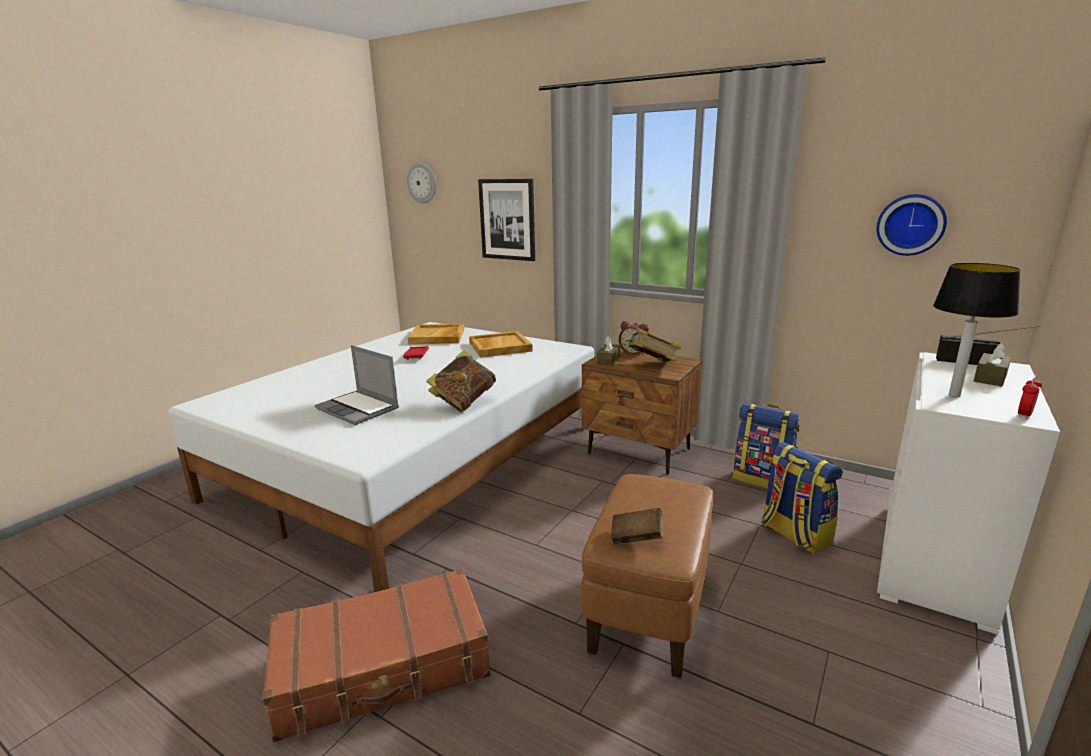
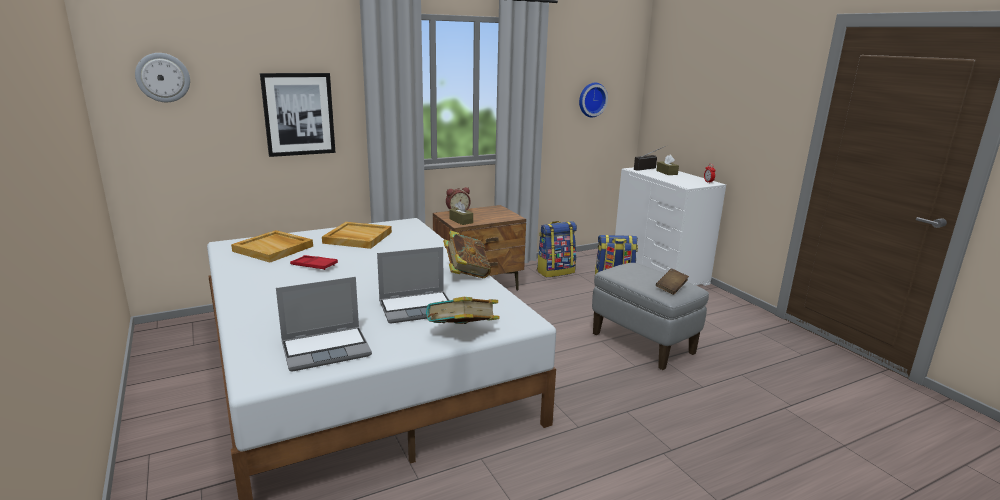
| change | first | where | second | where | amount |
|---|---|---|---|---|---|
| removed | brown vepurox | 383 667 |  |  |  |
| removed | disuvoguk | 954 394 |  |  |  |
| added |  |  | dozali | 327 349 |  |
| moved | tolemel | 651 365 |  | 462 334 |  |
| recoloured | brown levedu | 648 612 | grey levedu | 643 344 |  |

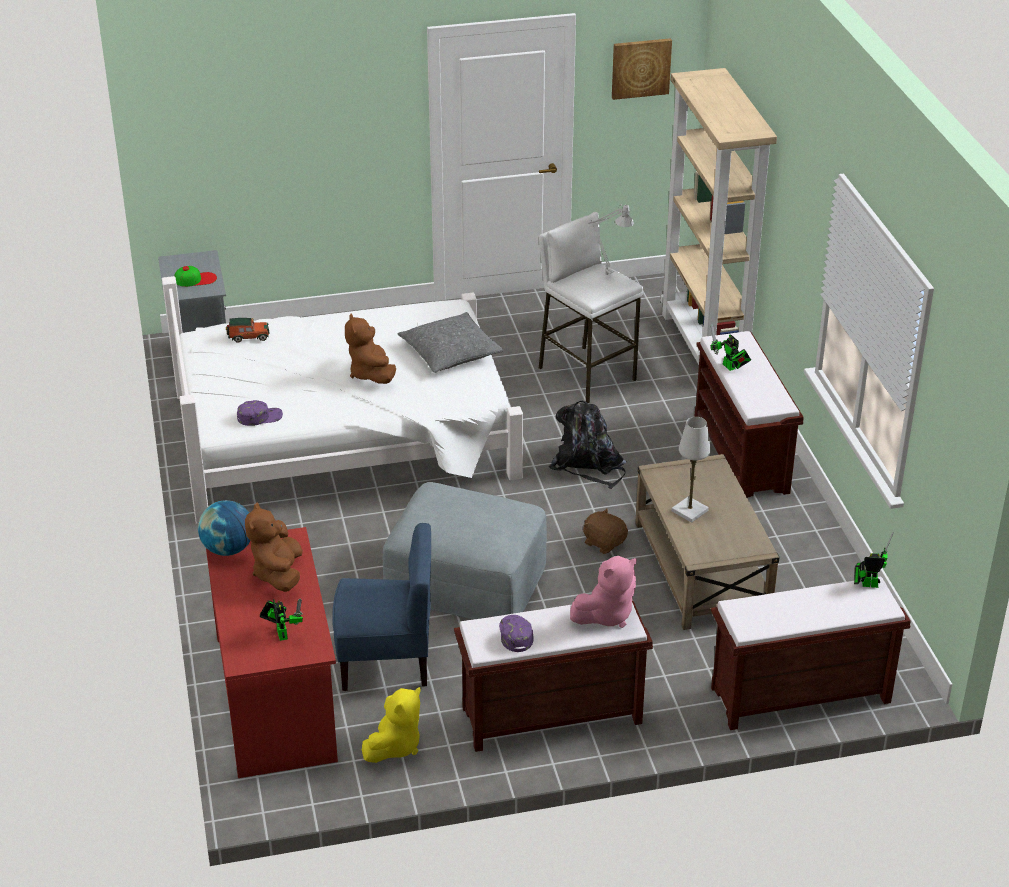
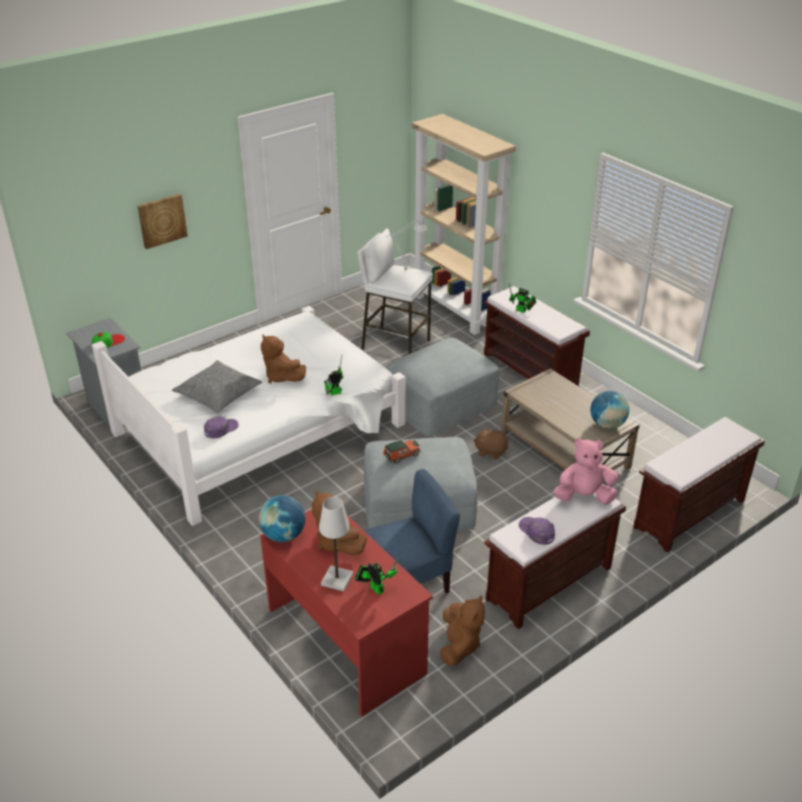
| change | first | where | second | where | amount |
|---|---|---|---|---|---|
| added |  |  | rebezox | 607 424 |  |
| moved | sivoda | 248 336 |  | 401 456 |  |
| moved | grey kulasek | 450 352 |  | 218 394 |  |
| moved | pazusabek | 640 68 |  | 162 220 |  |
| moved | white disuvoguk | 689 511 |  | 337 579 |  |
| moved | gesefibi | 867 584 |  | 333 393 |  |
| replaced | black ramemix | 588 464 | grey levedu | 441 403 |  |
| recoloured | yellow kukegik | 395 745 | brown kukegik | 459 645 |  |
| turned | pink kukegik | 606 614 |  | 584 496 | 120 degrees counterclockwise |

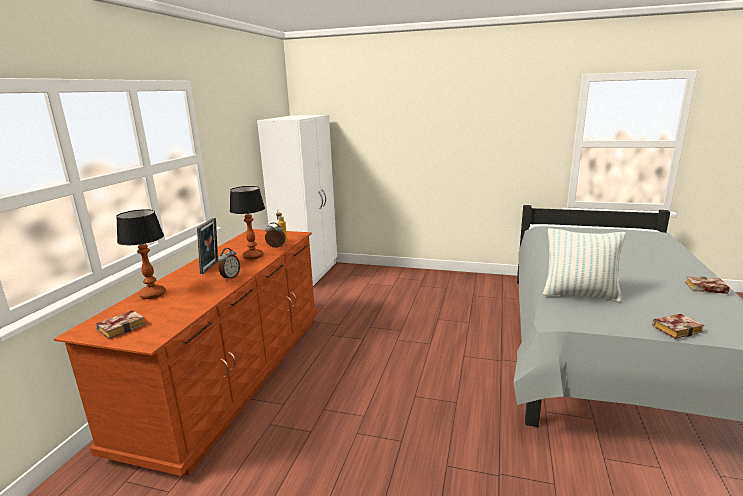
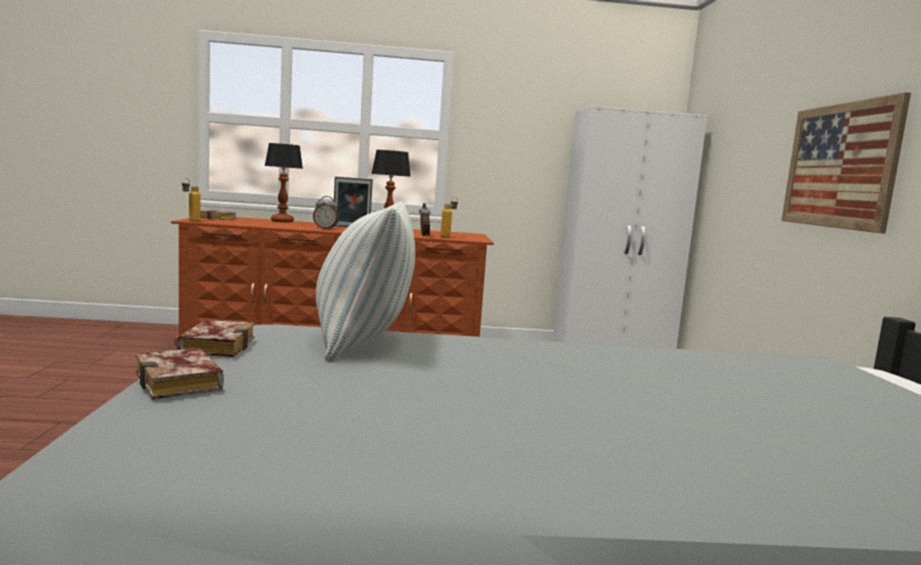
| change | first | where | second | where | amount |
|---|---|---|---|---|---|
| added |  |  | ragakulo | 190 221 |  |
| added |  |  | pazusabek | 839 166 |  |
| moved | tolemel | 704 288 |  | 216 345 |  |

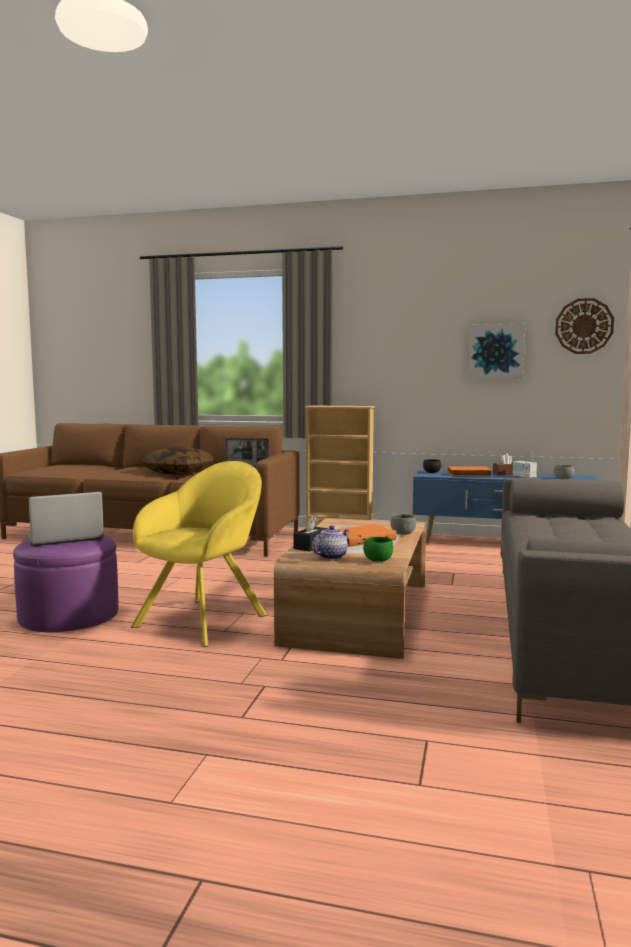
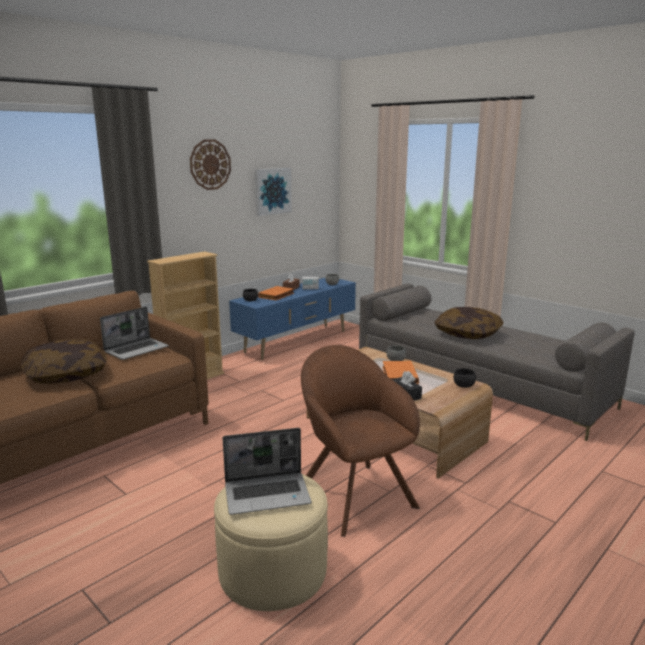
| change | first | where | second | where | amount |
|---|---|---|---|---|---|
| removed | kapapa | 331 556 |  |  |  |
| added |  |  | kulasek | 468 333 |  |
| moved | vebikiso | 584 326 |  | 210 164 |  |
| recoloured | purple levedu | 69 615 | beige levedu | 273 570 |  |
| recoloured | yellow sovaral | 205 619 | brown sovaral | 353 493 |  |
| recoloured | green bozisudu | 378 560 | black bozisudu | 463 386 |  |
| turned | dozali | 64 538 |  | 268 494 | 105 degrees counterclockwise |

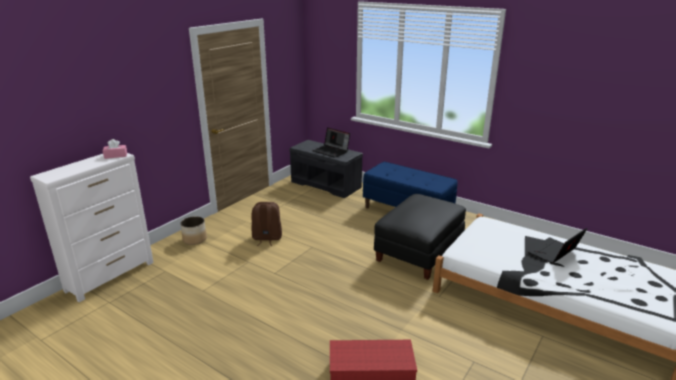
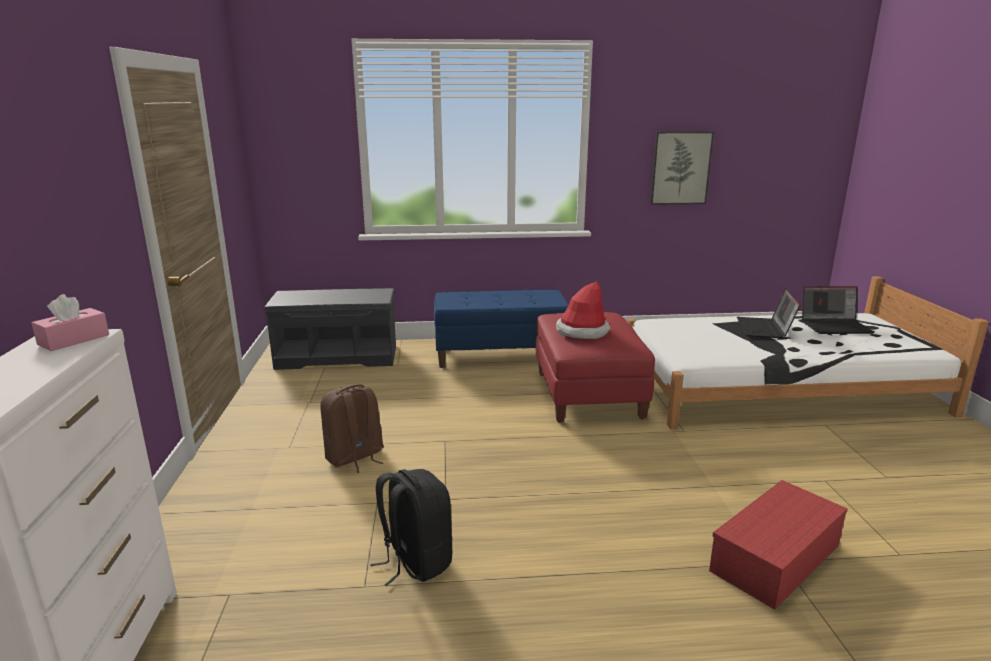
| change | first | where | second | where | amount |
|---|---|---|---|---|---|
| removed | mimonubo | 195 239 |  |  |  |
| added |  |  | black ramemix | 415 561 |  |
| added |  |  | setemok | 582 331 |  |
| added |  |  | pazusabek | 680 168 |  |
| moved | dozali | 331 151 |  | 835 326 |  |
| recoloured | black levedu | 419 253 | red levedu | 588 395 |  |

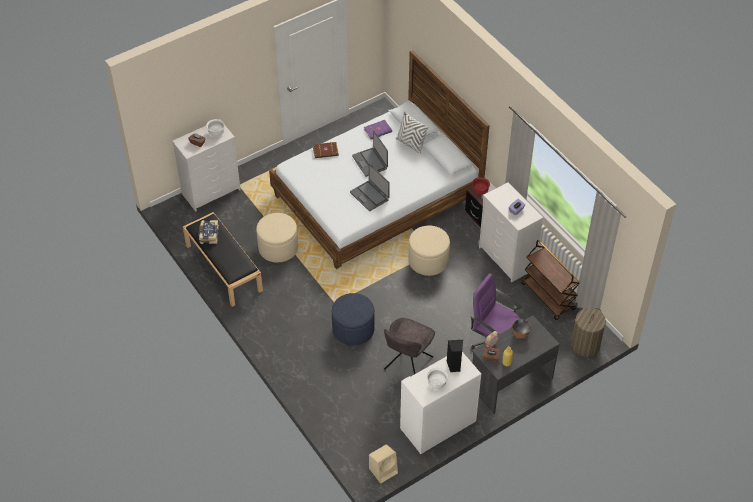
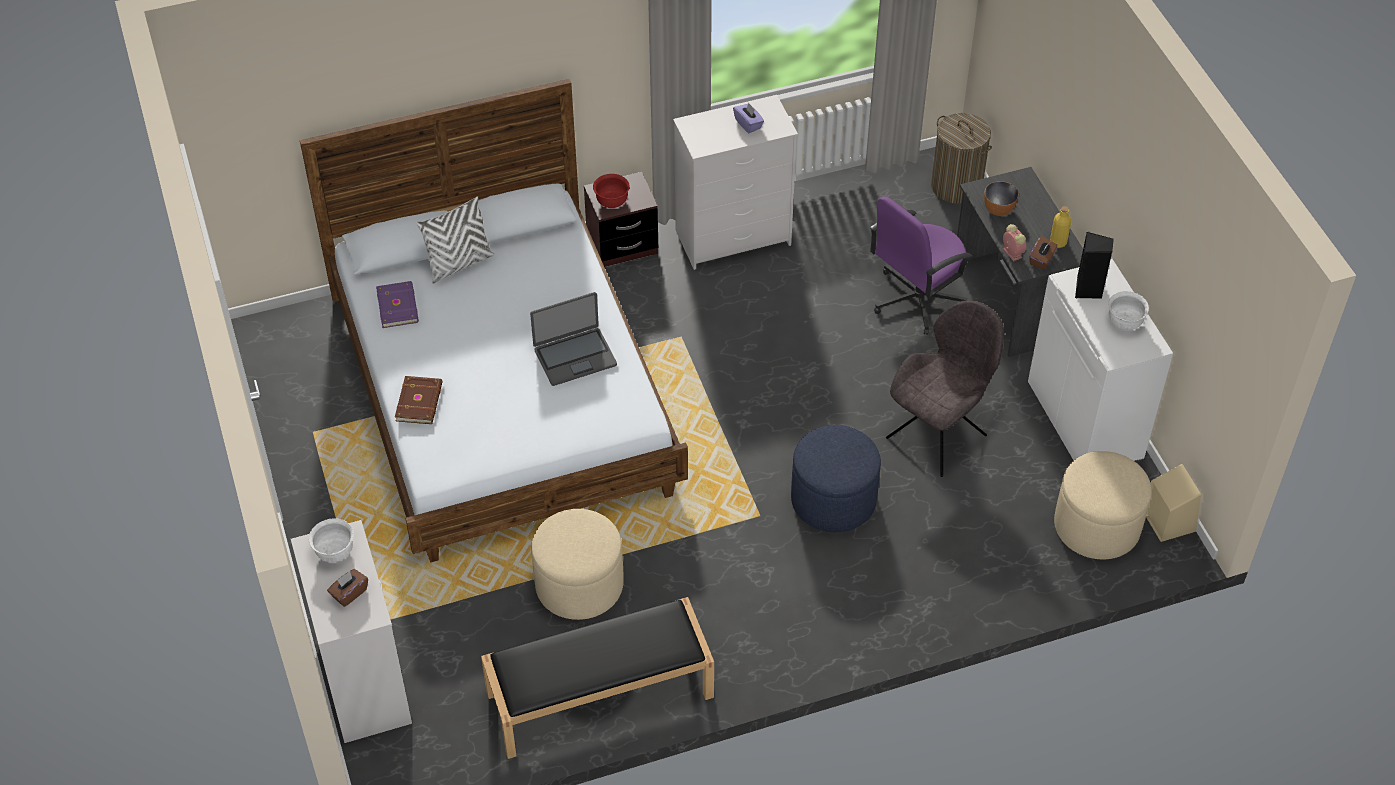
| change | first | where | second | where | amount |
|---|---|---|---|---|---|
| removed | tolemel | 208 235 |  |  |  |
| removed | dozali | 370 162 |  |  |  |
| removed | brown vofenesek | 548 297 |  |  |  |
| moved | beige levedu | 428 261 |  | 1096 526 |  |
| turned | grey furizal | 407 364 |  | 939 434 | 90 degrees counterclockwise |

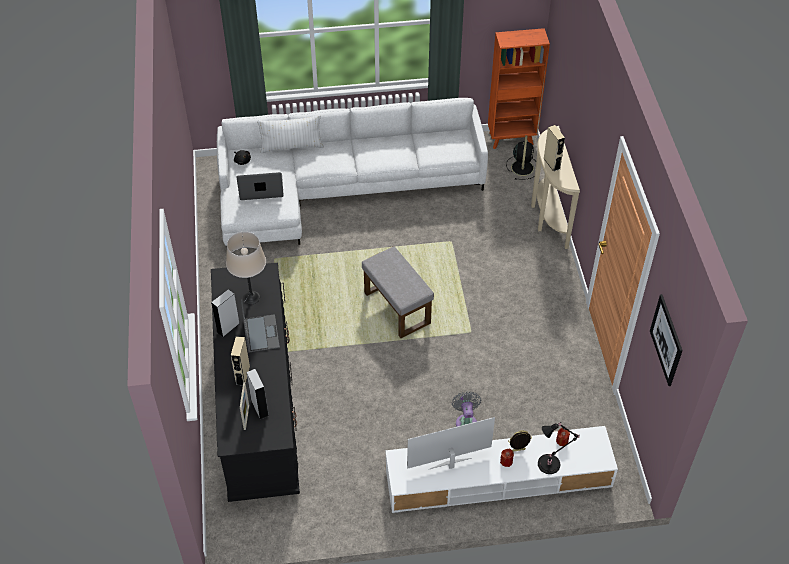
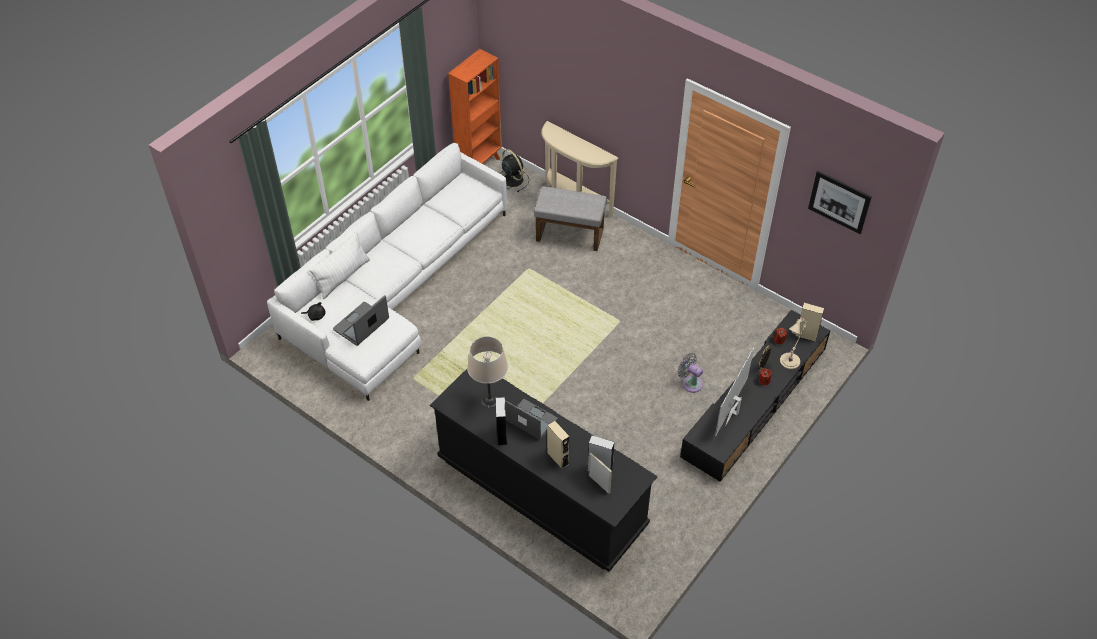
| change | first | where | second | where | amount |
|---|---|---|---|---|---|
| moved | grey levedu | 398 308 |  | 570 234 |  |
| moved | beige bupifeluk | 551 163 |  | 805 336 |  |
| recoloured | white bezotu | 497 478 | black bezotu | 754 403 |  |
| recoloured | black disuvoguk | 551 464 | beige disuvoguk | 791 360 |  |

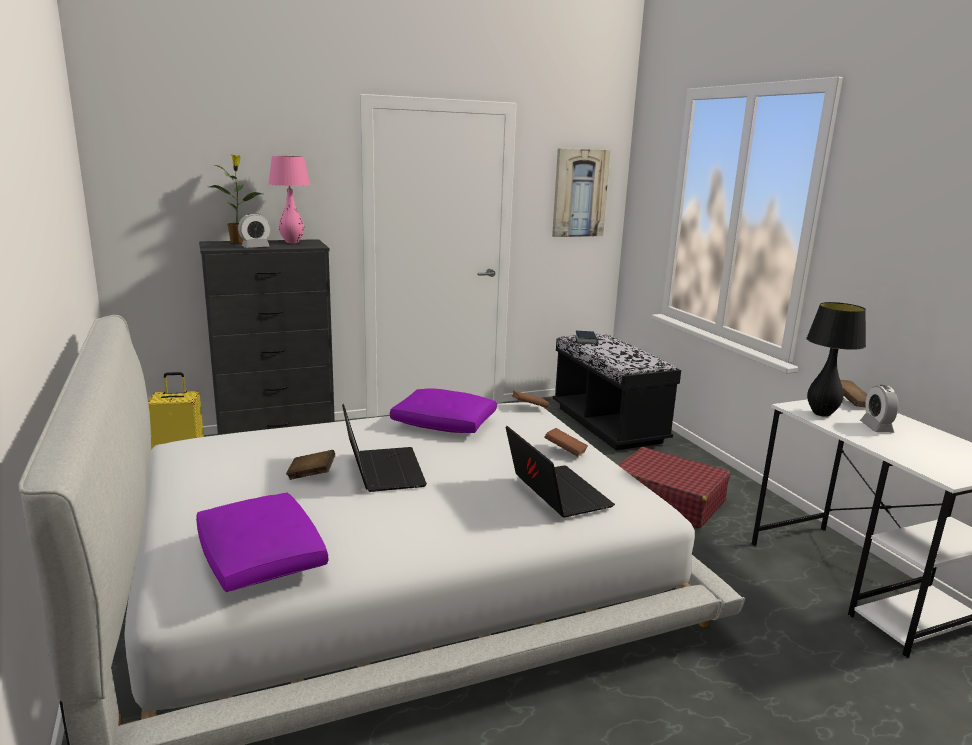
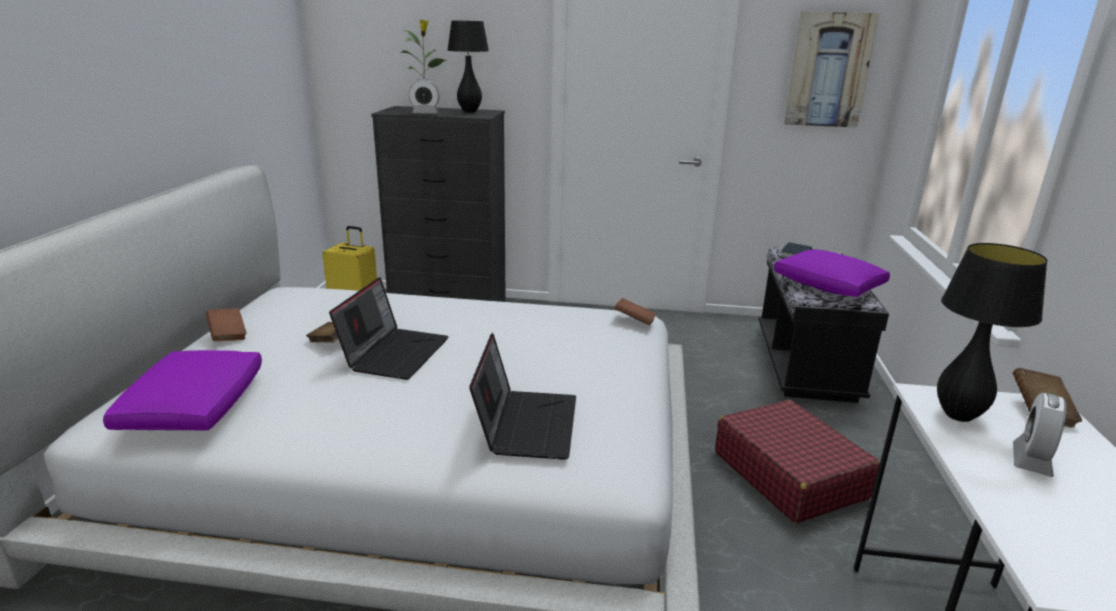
| change | first | where | second | where | amount |
|---|---|---|---|---|---|
| moved | purple kulasek | 445 424 |  | 829 286 |  |
| moved | brown tolemel | 565 452 |  | 228 335 |  |
| recoloured | pink disuvoguk | 292 242 | black disuvoguk | 470 111 |  |

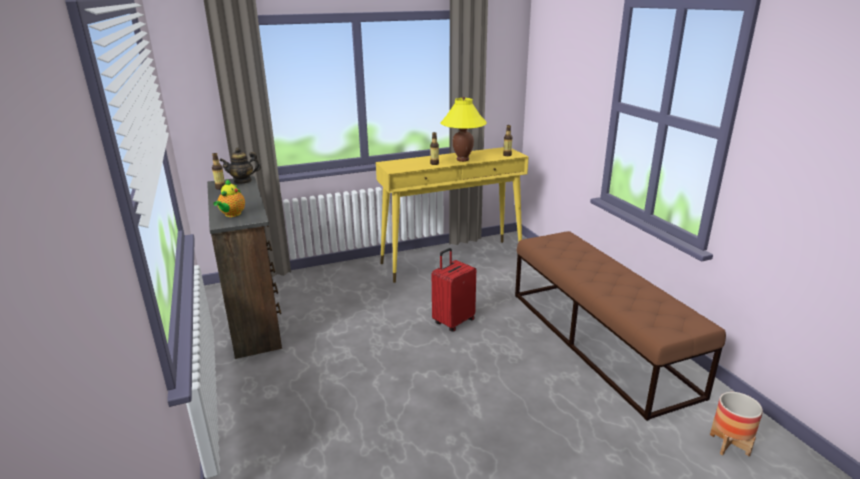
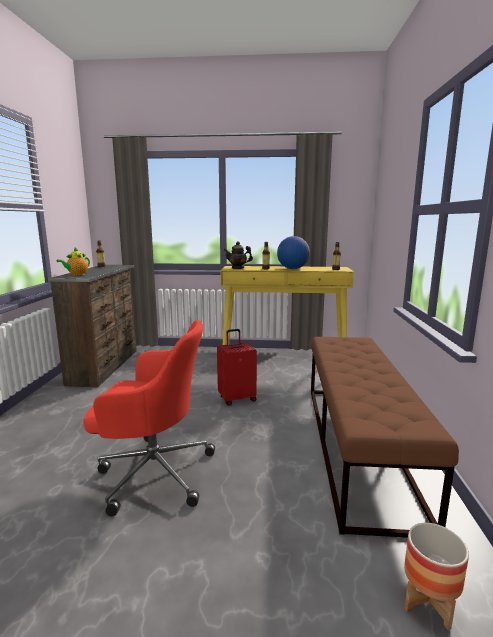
| change | first | where | second | where | amount |
|---|---|---|---|---|---|
| added |  |  | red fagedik | 153 472 |  |
| moved | kapapa | 243 181 |  | 238 268 |  |
| replaced | yellow disuvoguk | 462 160 | rebezox | 292 269 |  |

